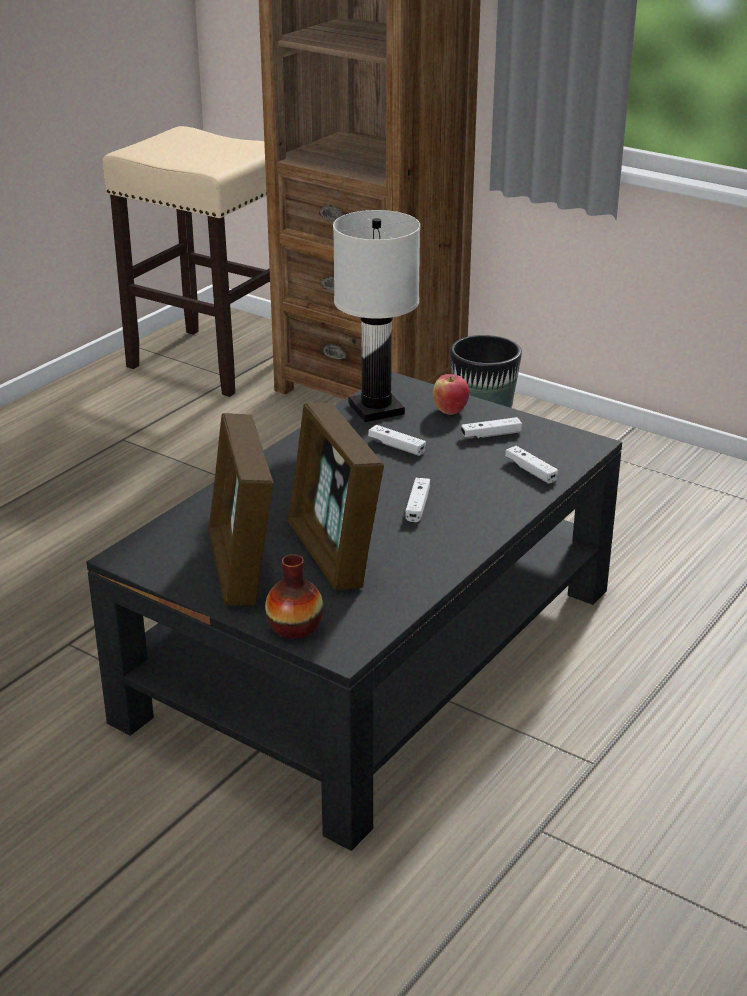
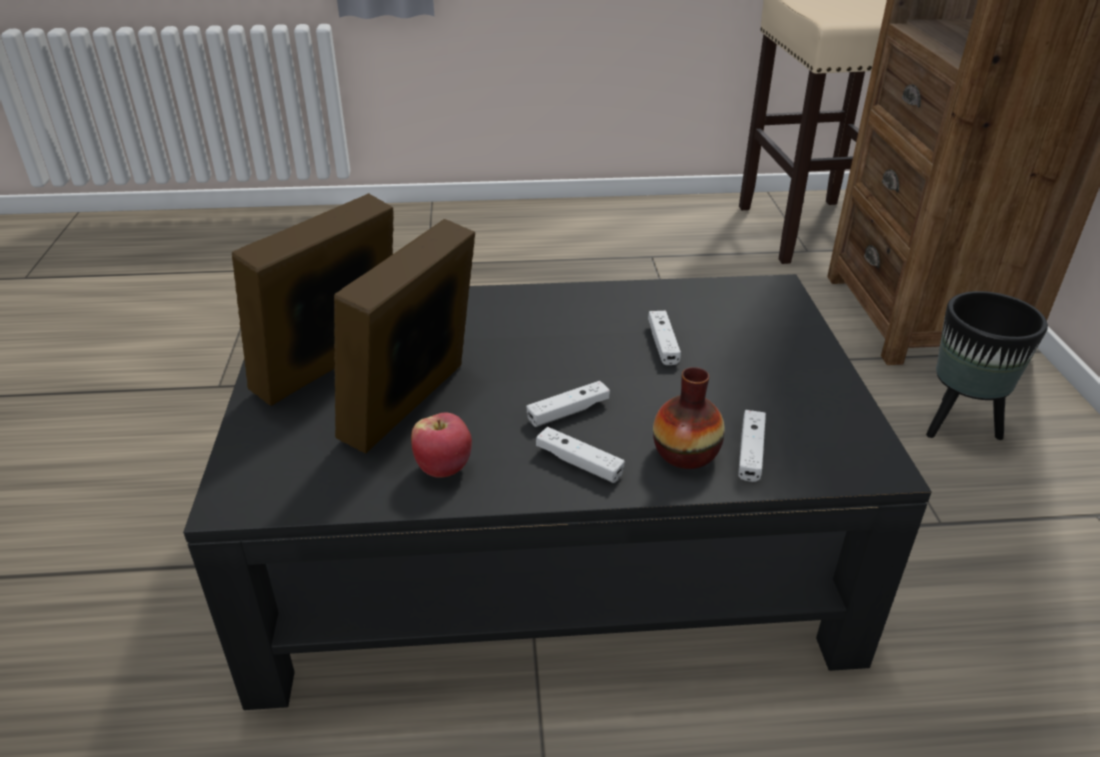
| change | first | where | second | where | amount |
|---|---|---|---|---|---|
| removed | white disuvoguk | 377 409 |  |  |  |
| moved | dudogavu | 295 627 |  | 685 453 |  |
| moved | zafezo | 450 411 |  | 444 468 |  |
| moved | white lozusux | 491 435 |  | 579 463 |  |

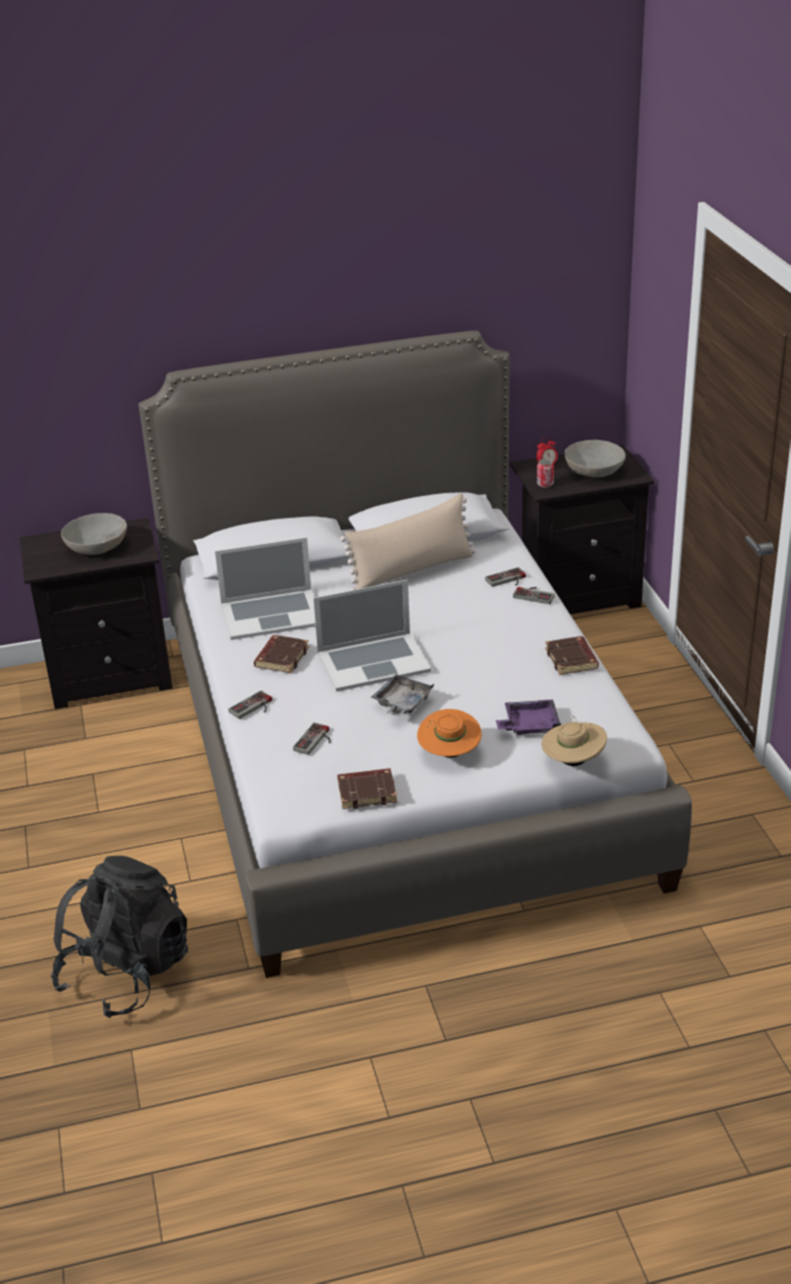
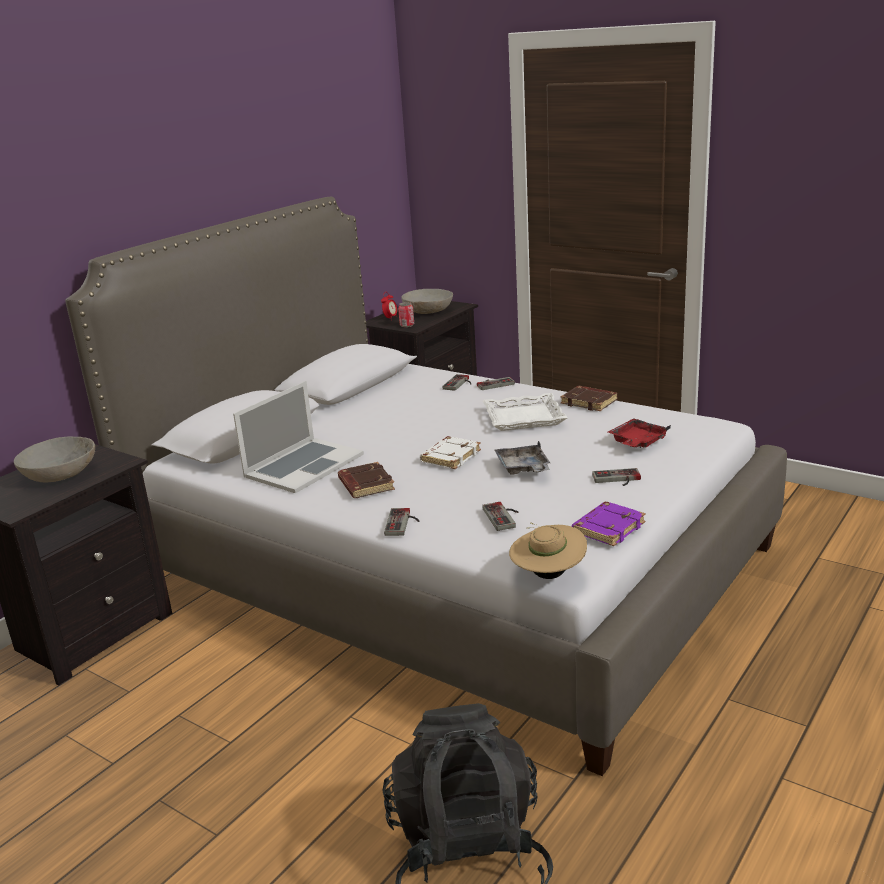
| change | first | where | second | where | amount |
|---|---|---|---|---|---|
| removed | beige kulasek | 412 571 |  |  |  |
| added |  |  | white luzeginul | 524 417 |  |
| moved | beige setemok | 573 761 |  | 548 574 |  |
| replaced | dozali | 373 661 | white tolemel | 450 456 |  |
| replaced | orange setemok | 449 753 | lozusux | 617 480 |  |
| recoloured | brown tolemel | 367 792 | purple tolemel | 608 528 |  |
| recoloured | purple luzeginul | 529 725 | red luzeginul | 637 442 |  |

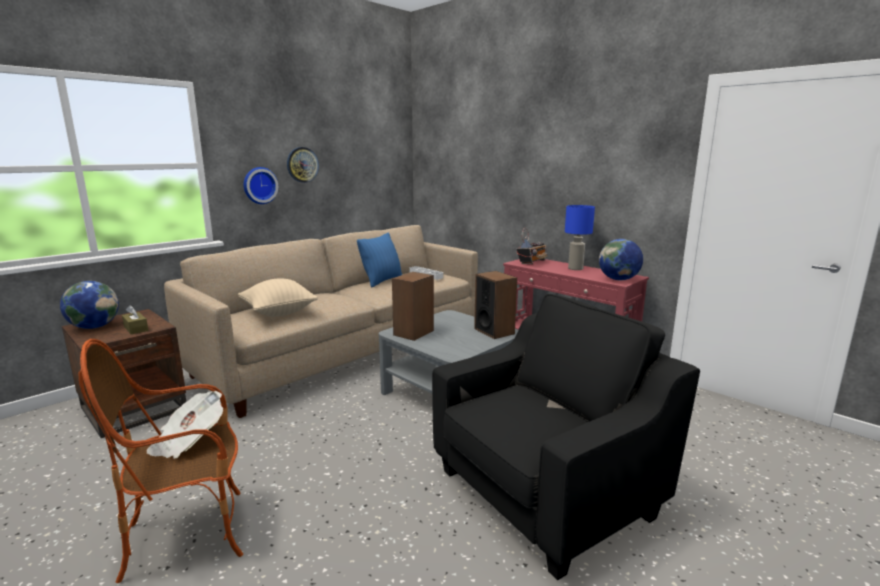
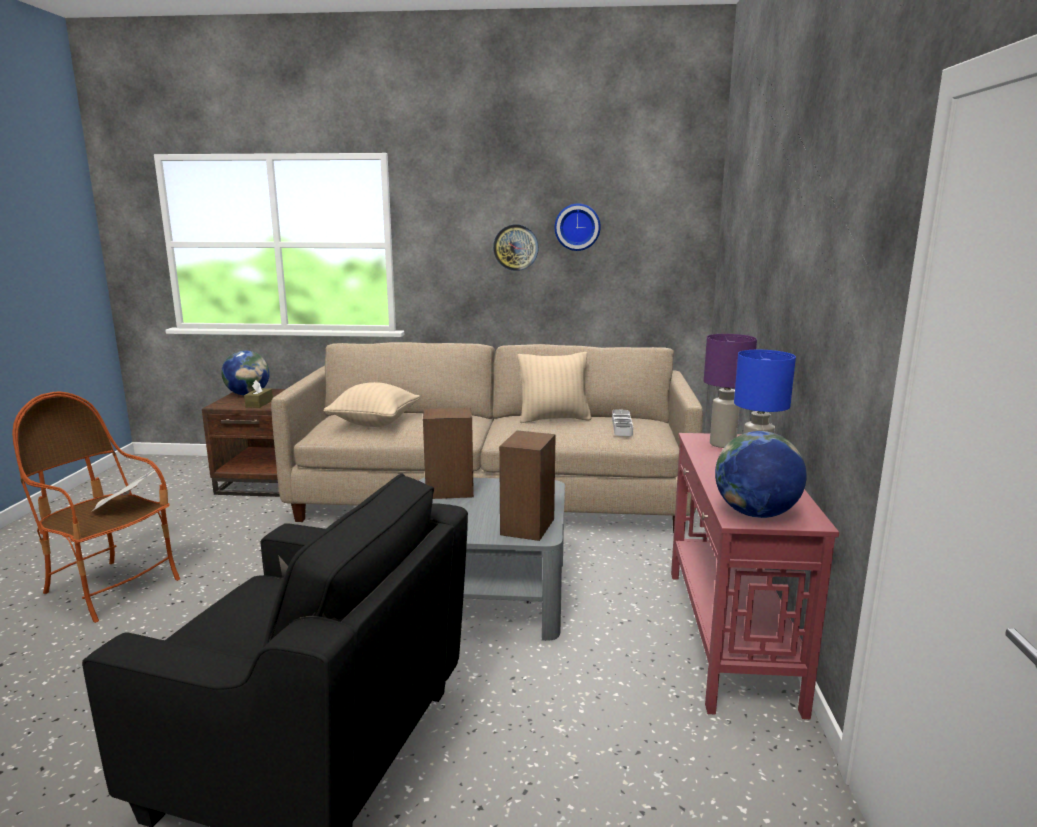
| change | first | where | second | where | amount |
|---|---|---|---|---|---|
| moved | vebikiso | 259 185 |  | 577 227 |  |
| replaced | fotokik | 532 262 | purple disuvoguk | 723 444 |  |
| recoloured | blue kulasek | 382 281 | beige kulasek | 554 419 |  |

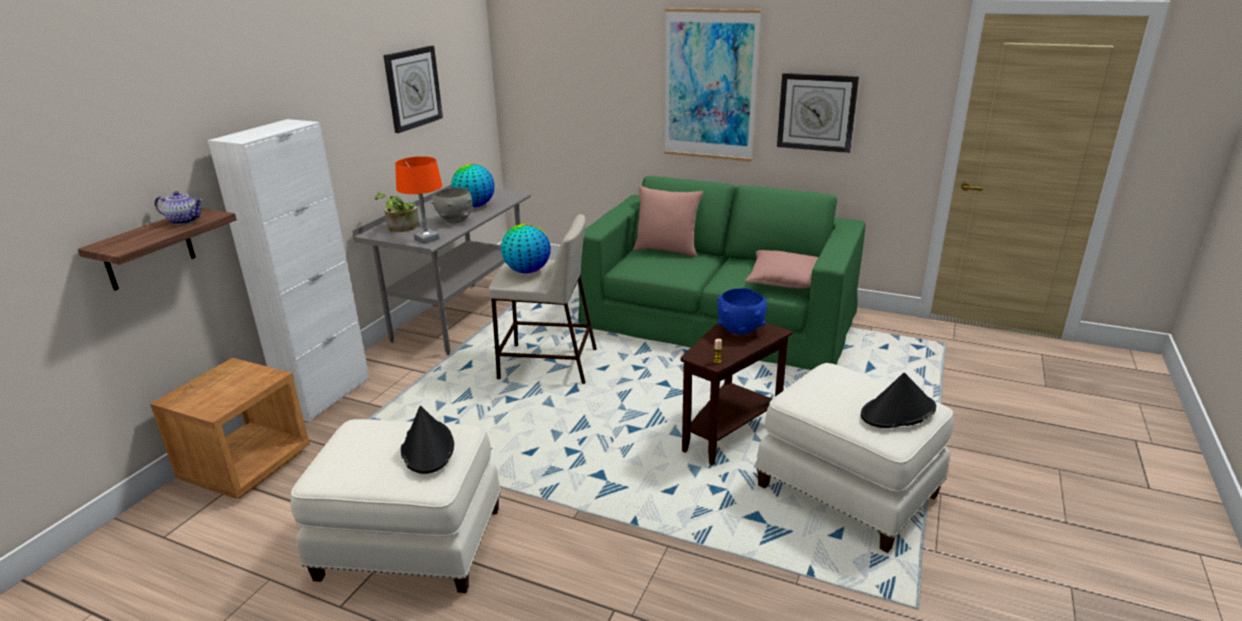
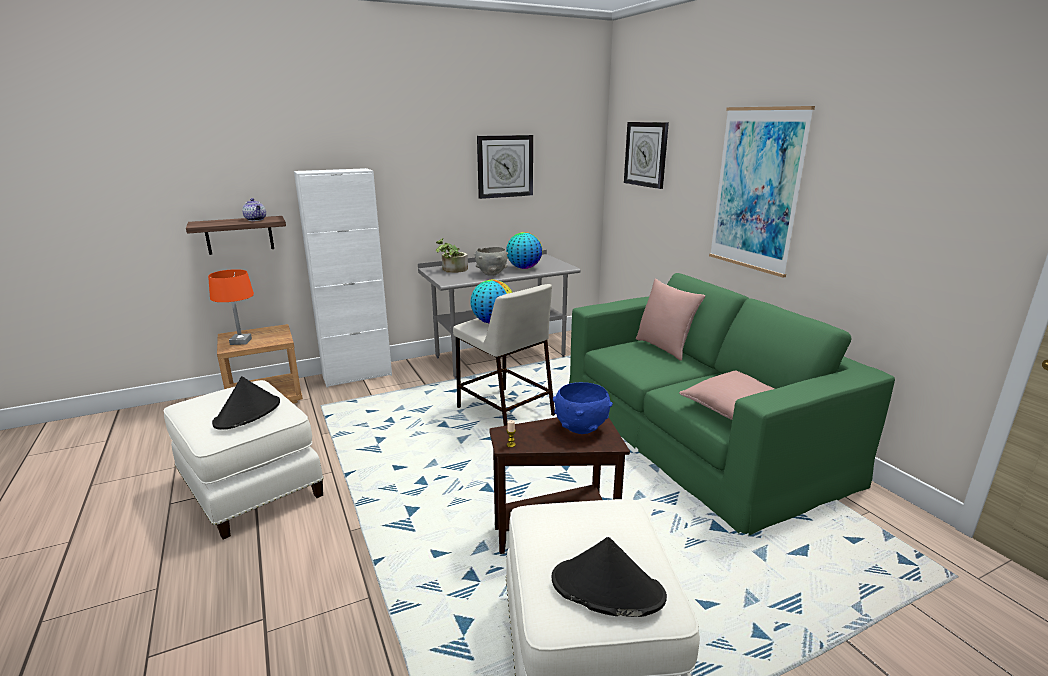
| change | first | where | second | where | amount |
|---|---|---|---|---|---|
| moved | orange disuvoguk | 426 239 |  | 241 341 |  |
| moved | vebikiso | 816 112 |  | 646 154 |  |

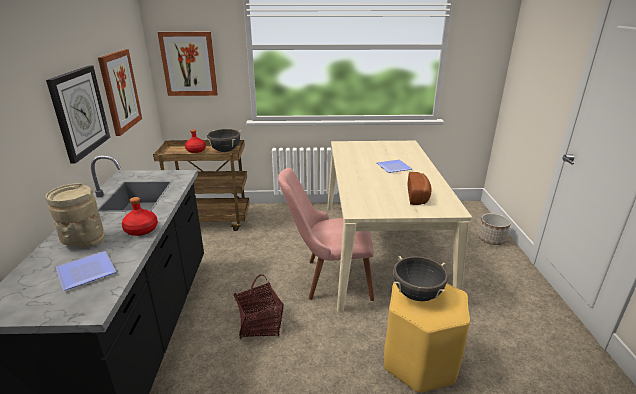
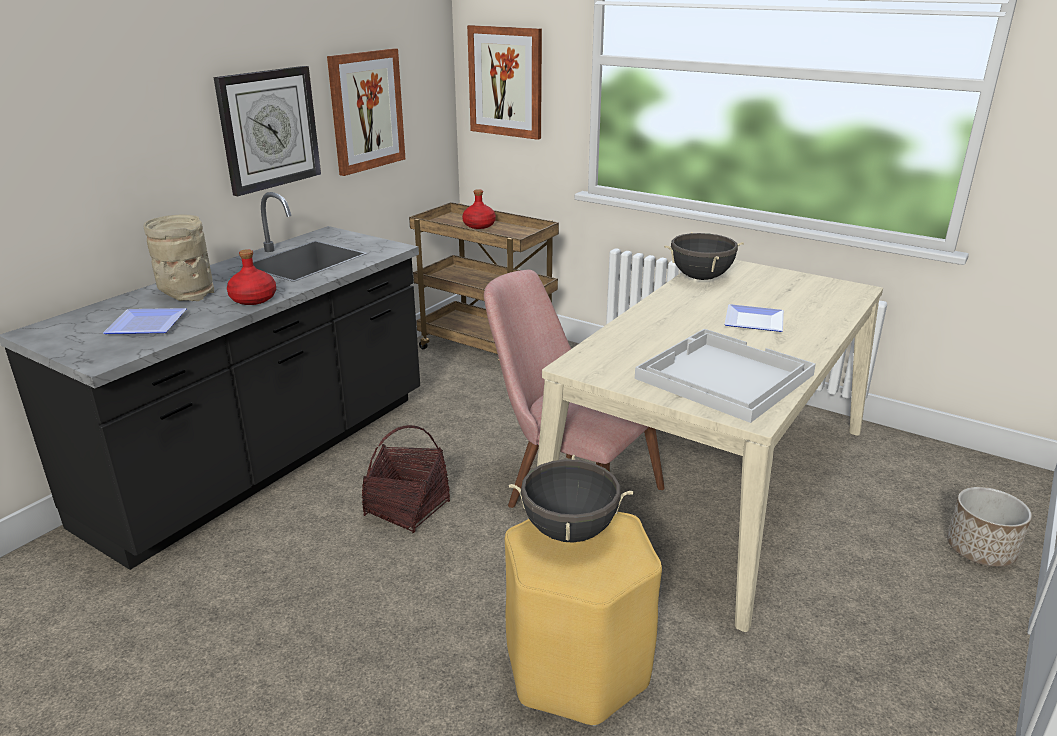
| change | first | where | second | where | amount |
|---|---|---|---|---|---|
| moved | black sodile | 225 151 |  | 701 277 |  |
| replaced | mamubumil | 419 196 | white luzeginul | 722 376 |  |

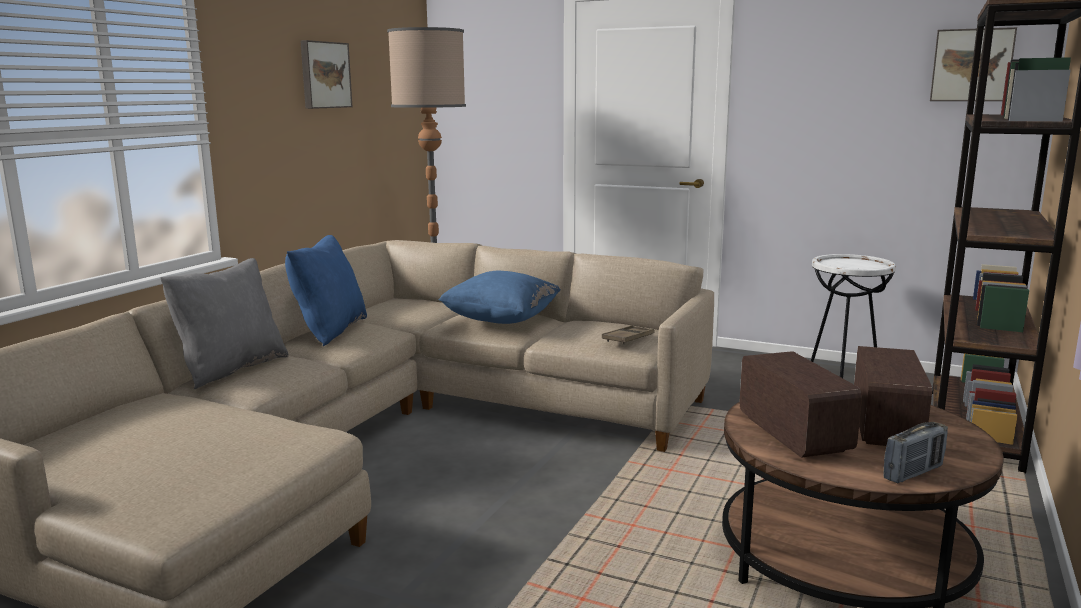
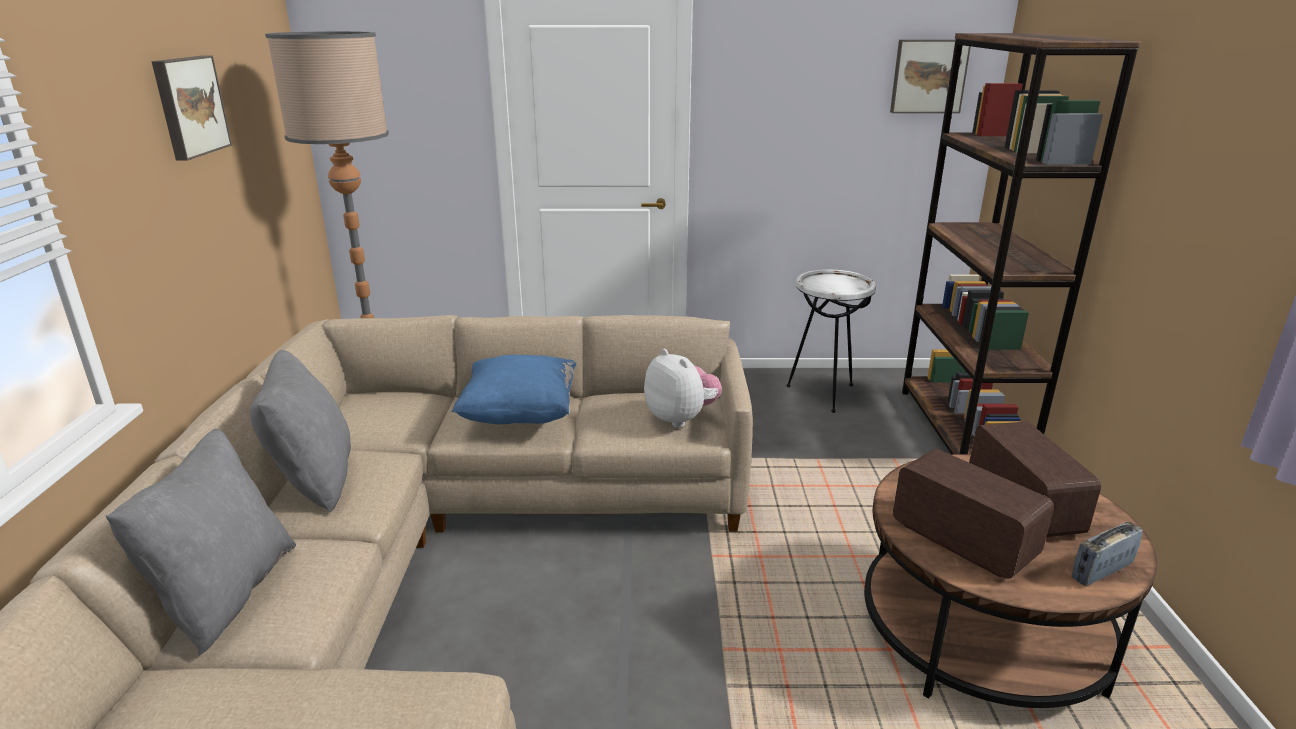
| change | first | where | second | where | amount |
|---|---|---|---|---|---|
| replaced | brown luzeginul | 628 339 | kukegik | 681 418 |  |
| recoloured | blue kulasek | 329 331 | grey kulasek | 314 479 |  |
| turned | fotokik | 913 473 |  | 1101 571 | 150 degrees counterclockwise |

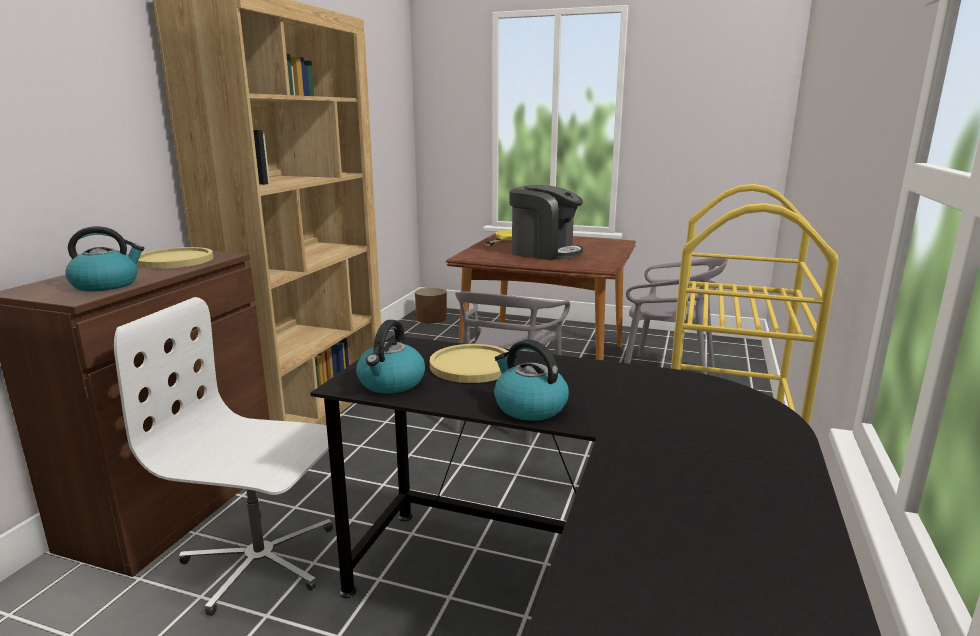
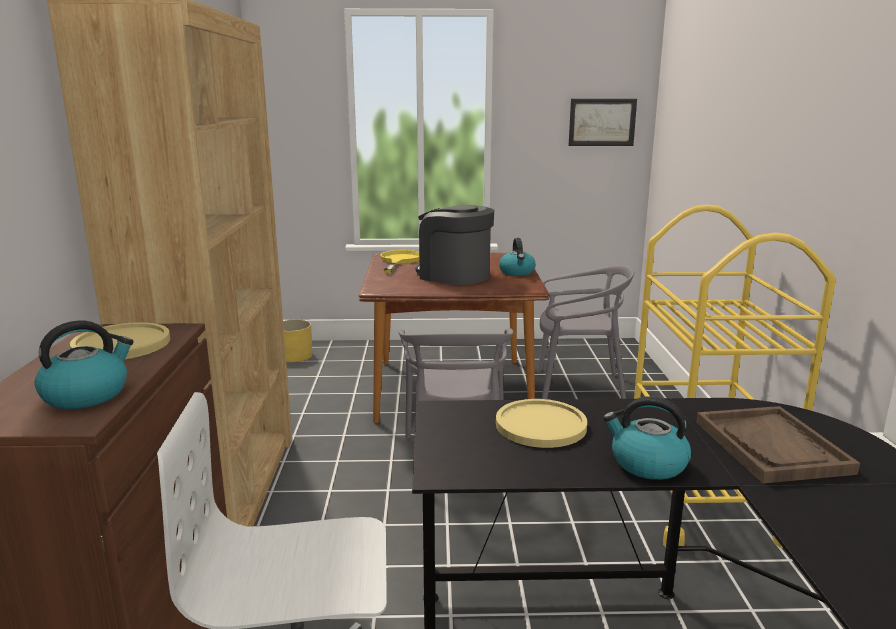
| change | first | where | second | where | amount |
|---|---|---|---|---|---|
| added |  |  | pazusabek | 602 122 |  |
| added |  |  | brown luzeginul | 771 447 |  |
| moved | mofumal | 391 383 |  | 517 272 |  |
| recoloured | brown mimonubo | 431 318 | yellow mimonubo | 294 356 |  |
| turned | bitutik | 544 252 |  | 454 275 | 150 degrees counterclockwise |

